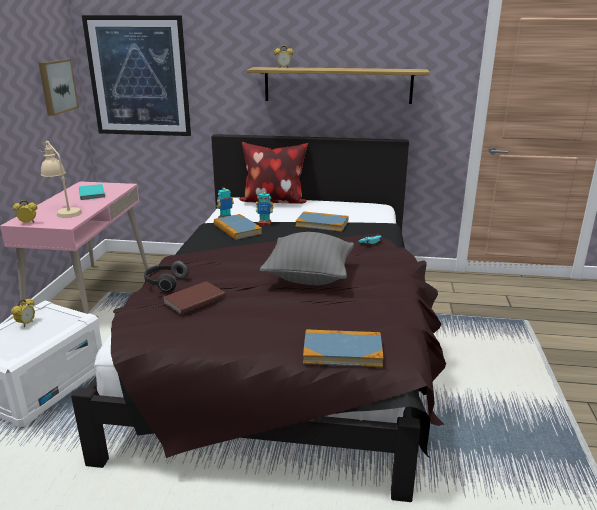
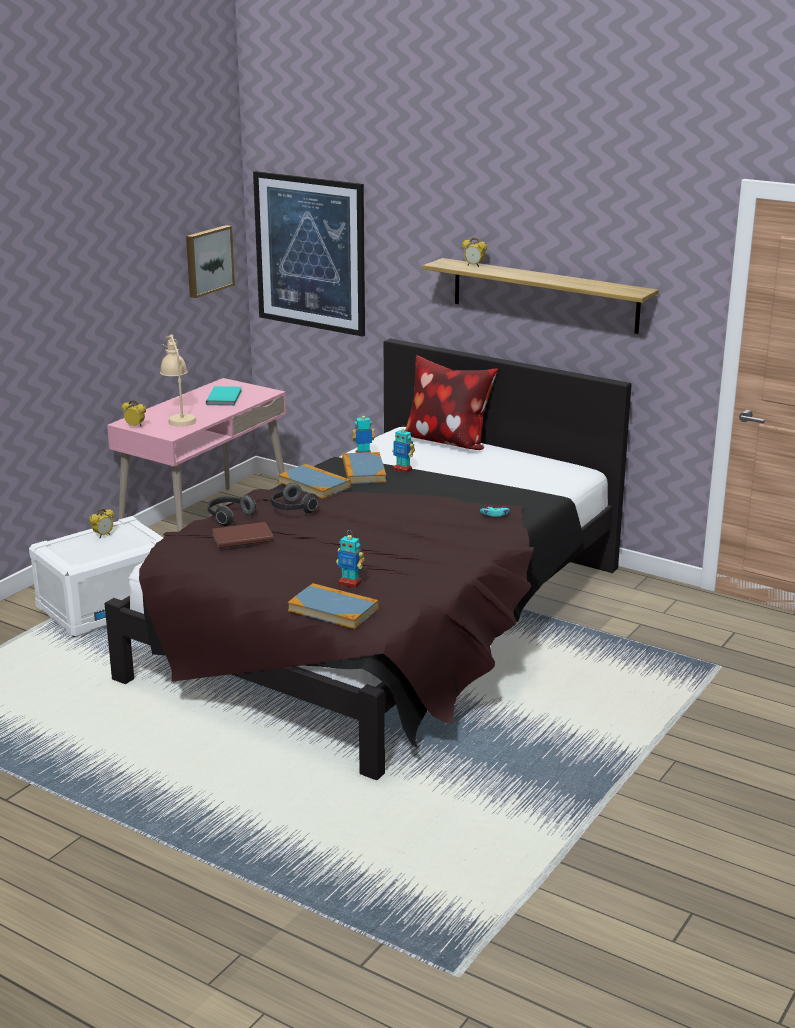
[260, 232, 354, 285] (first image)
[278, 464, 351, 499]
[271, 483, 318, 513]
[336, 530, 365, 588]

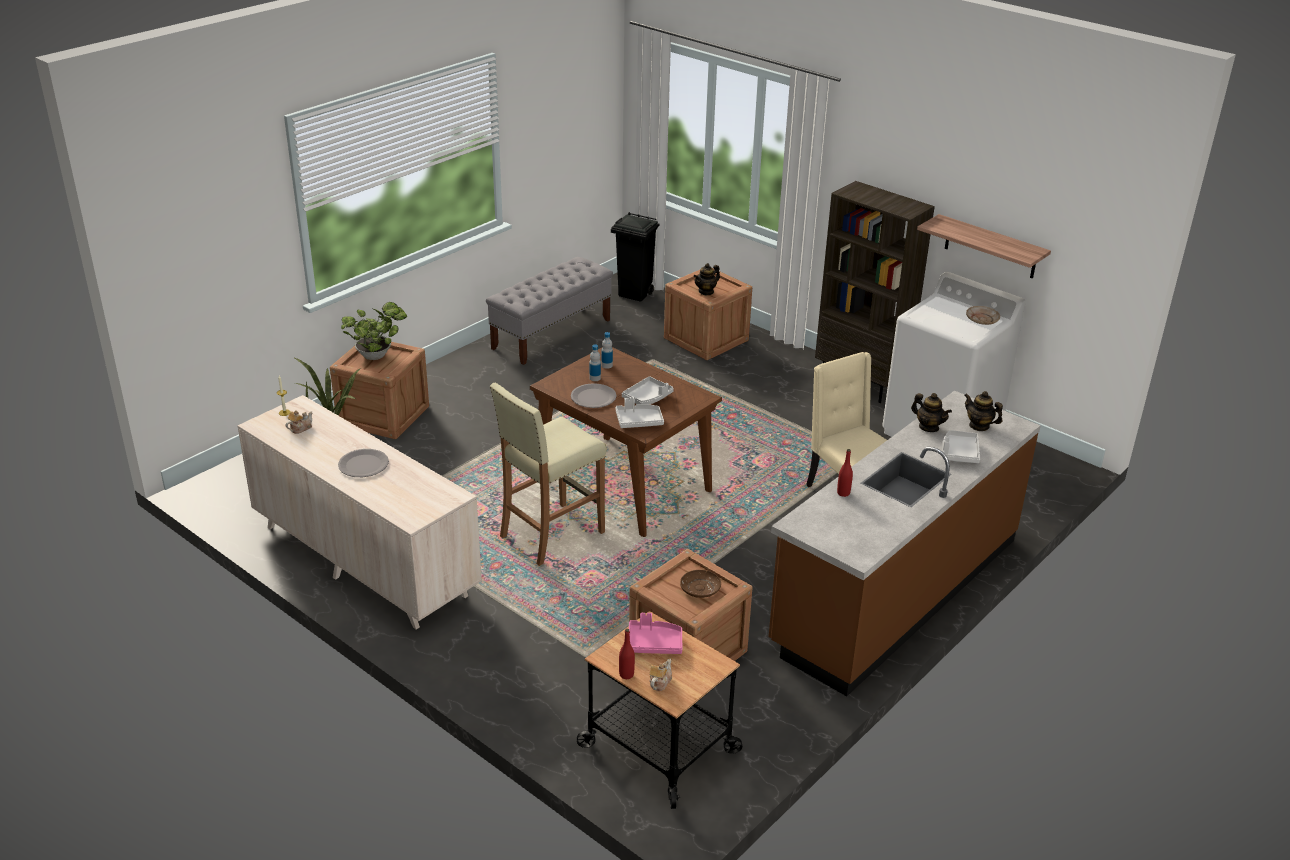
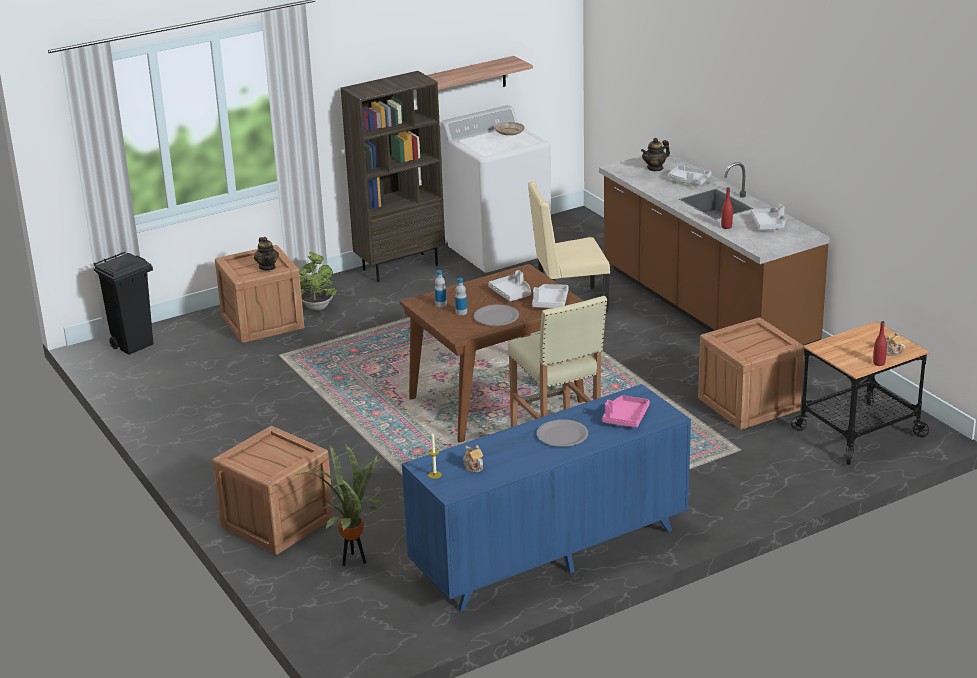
[402, 384, 691, 612]
[299, 252, 337, 311]
[486, 257, 613, 365] (first image)
[602, 395, 650, 428]
[680, 570, 721, 598] (first image)
[911, 393, 952, 432] (first image)
[751, 204, 786, 230]

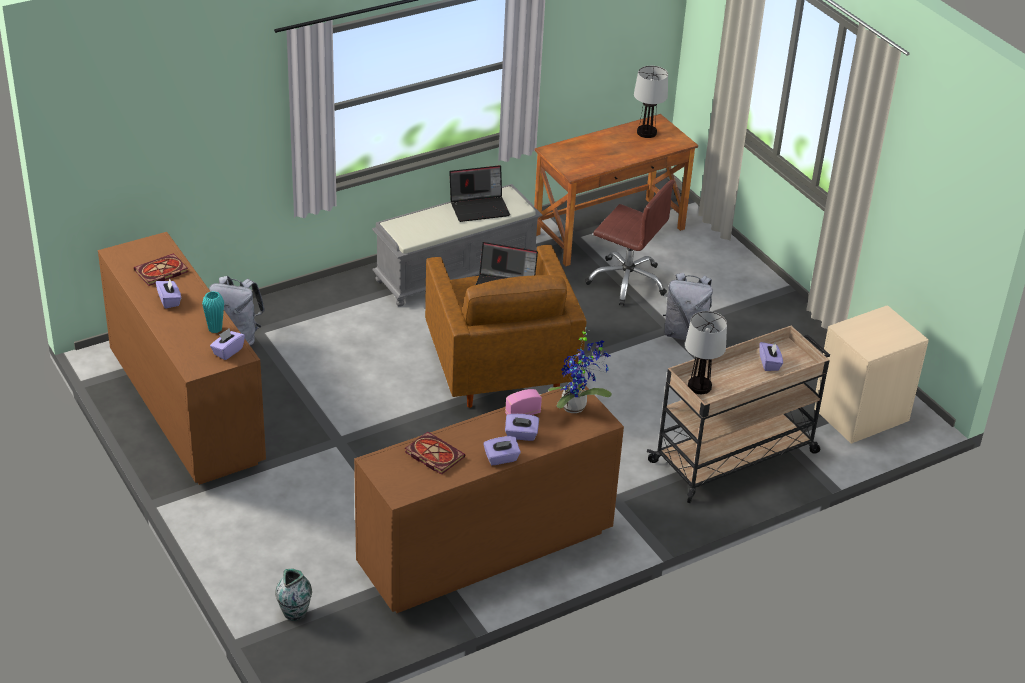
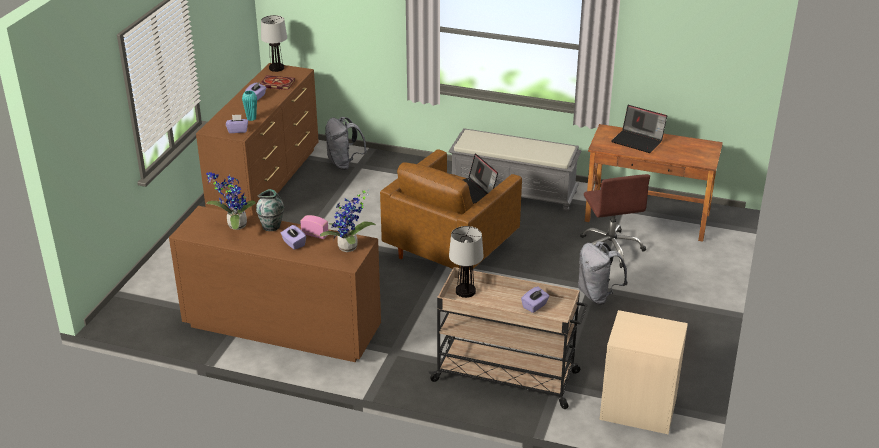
[256, 189, 284, 231]
[206, 172, 256, 230]
[612, 105, 667, 153]
[483, 436, 521, 465] (first image)
[261, 15, 287, 72]

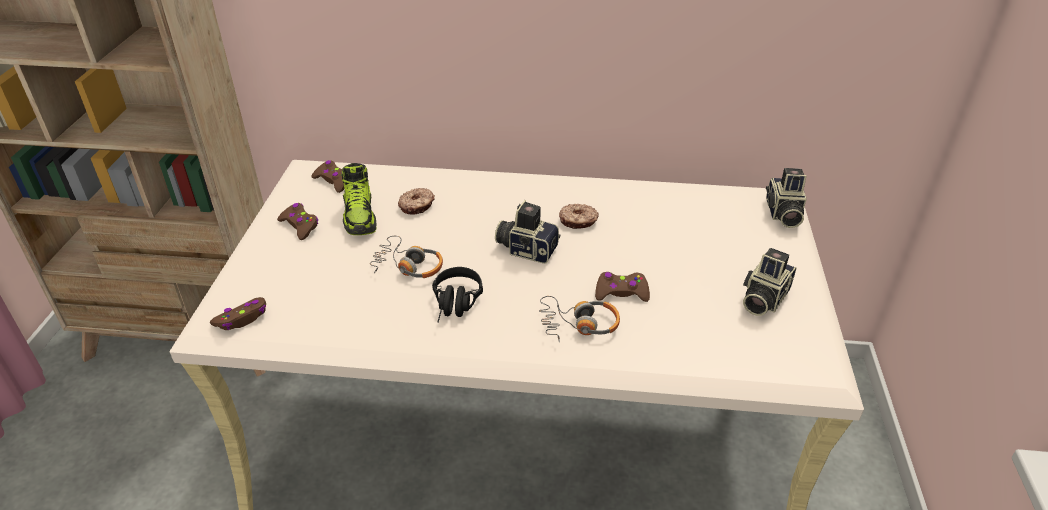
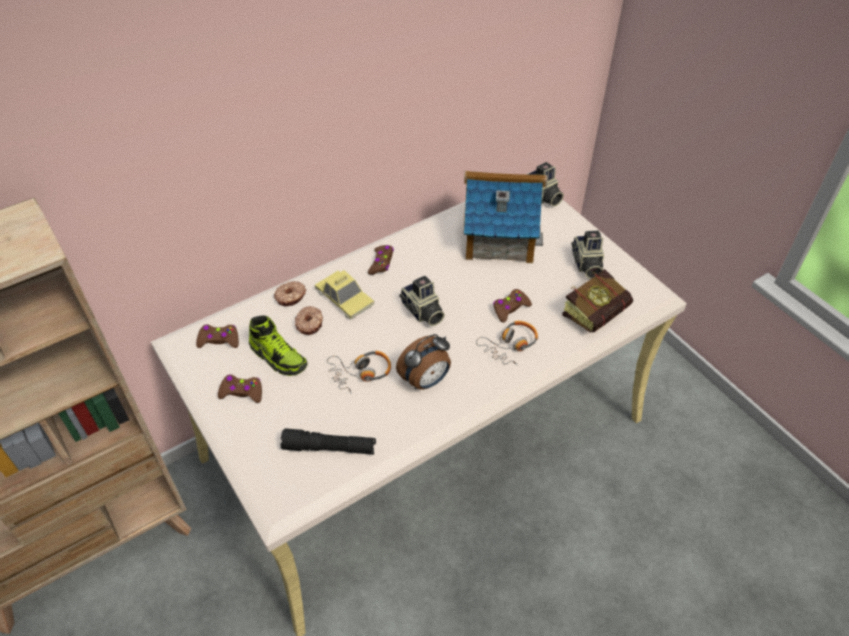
[368, 245, 394, 275]
[396, 334, 451, 390]
[399, 276, 445, 326]
[274, 281, 306, 306]
[280, 428, 376, 454]
[315, 270, 374, 319]
[463, 171, 547, 263]
[562, 269, 633, 332]

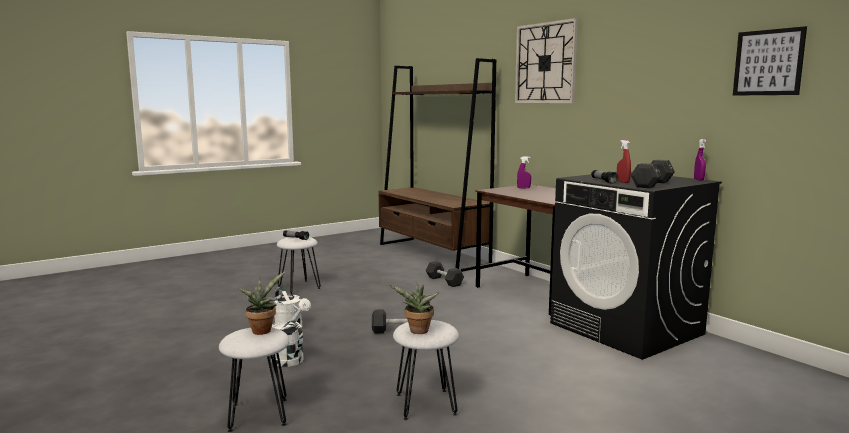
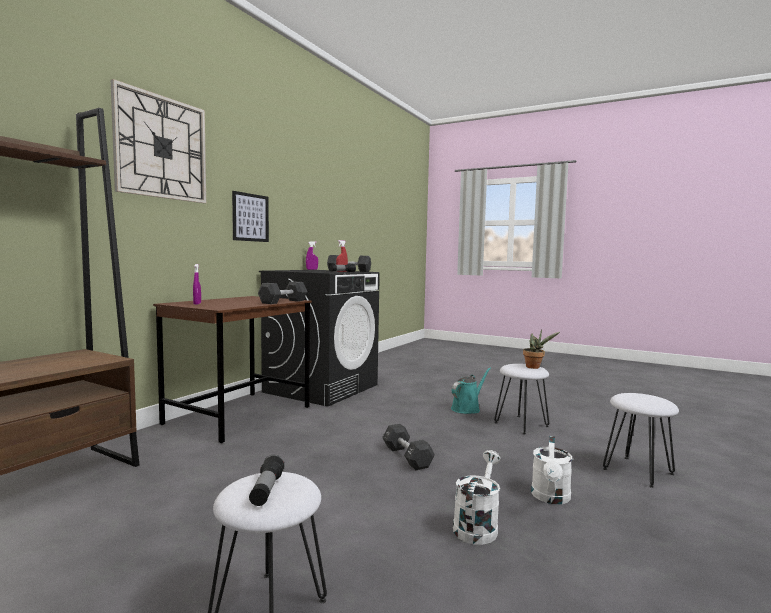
[238, 271, 285, 335] (first image)
[258, 282, 307, 304]
[232, 191, 269, 242]
[451, 368, 491, 414]

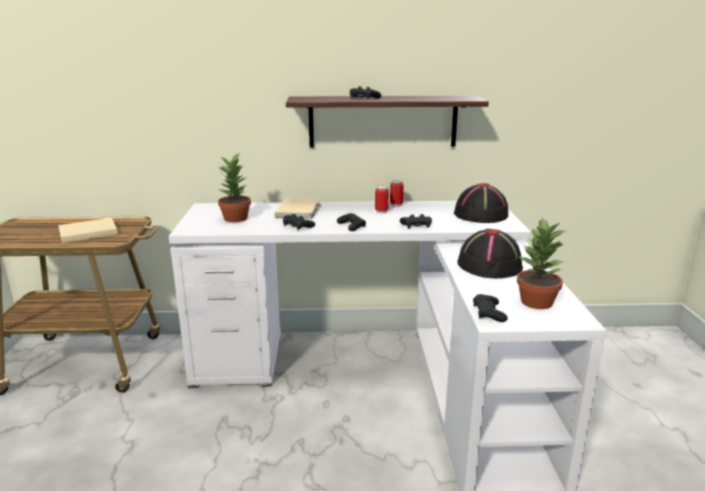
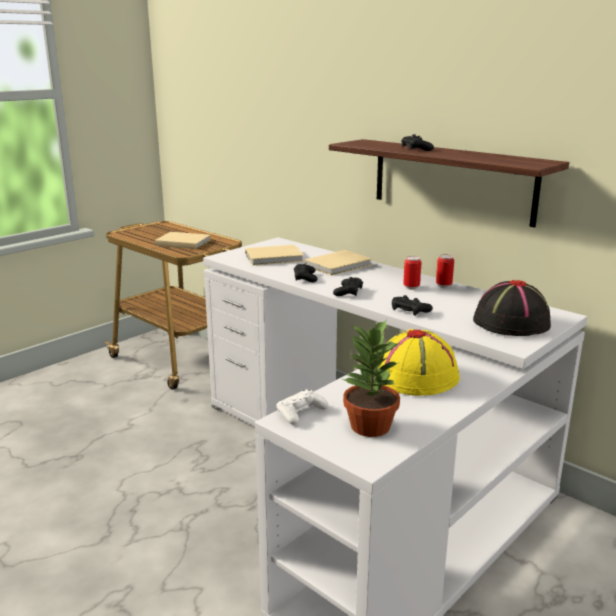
[245, 245, 304, 266]
[378, 329, 460, 396]
[276, 389, 329, 425]

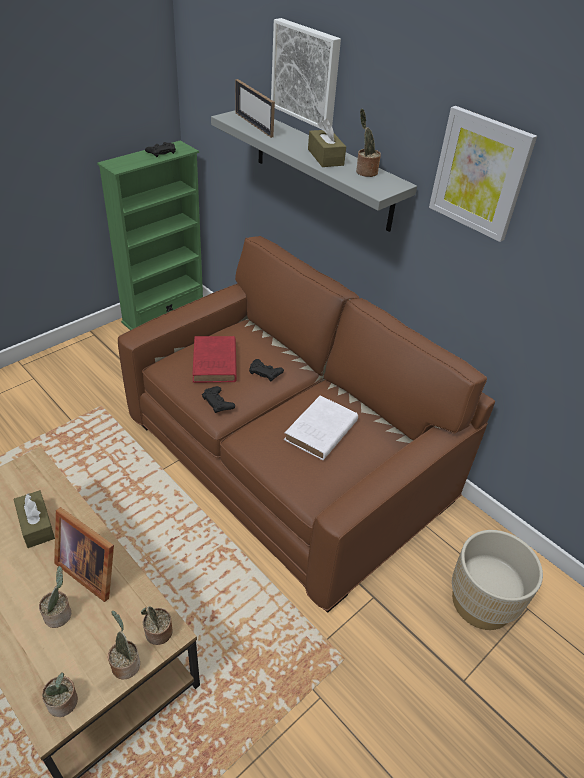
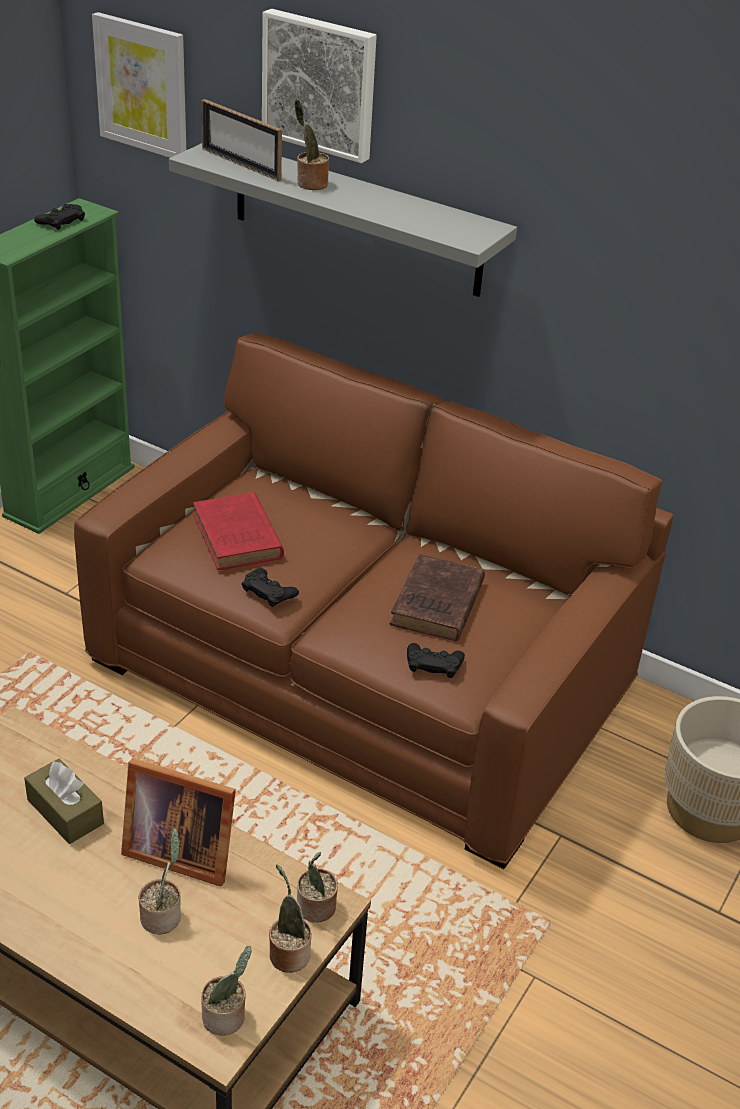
[407, 643, 465, 678]
[390, 554, 485, 641]
[308, 119, 346, 167] (first image)
[295, 99, 329, 190]
[92, 12, 186, 158]

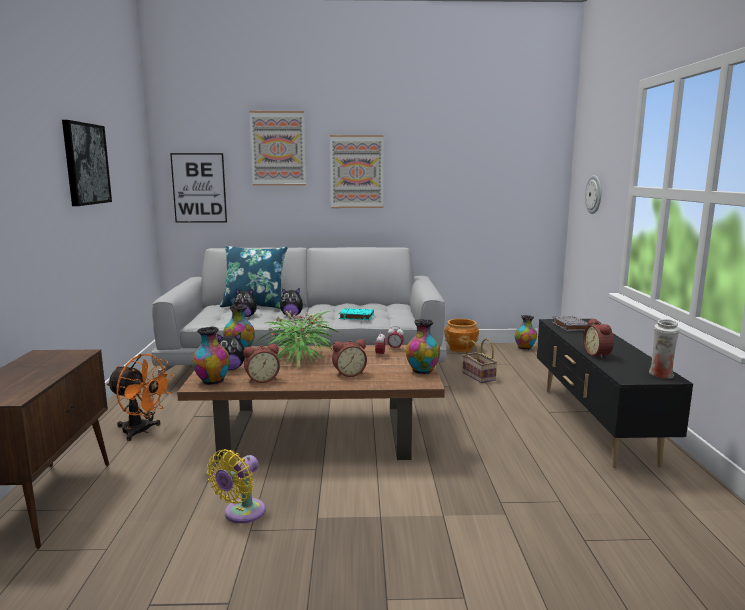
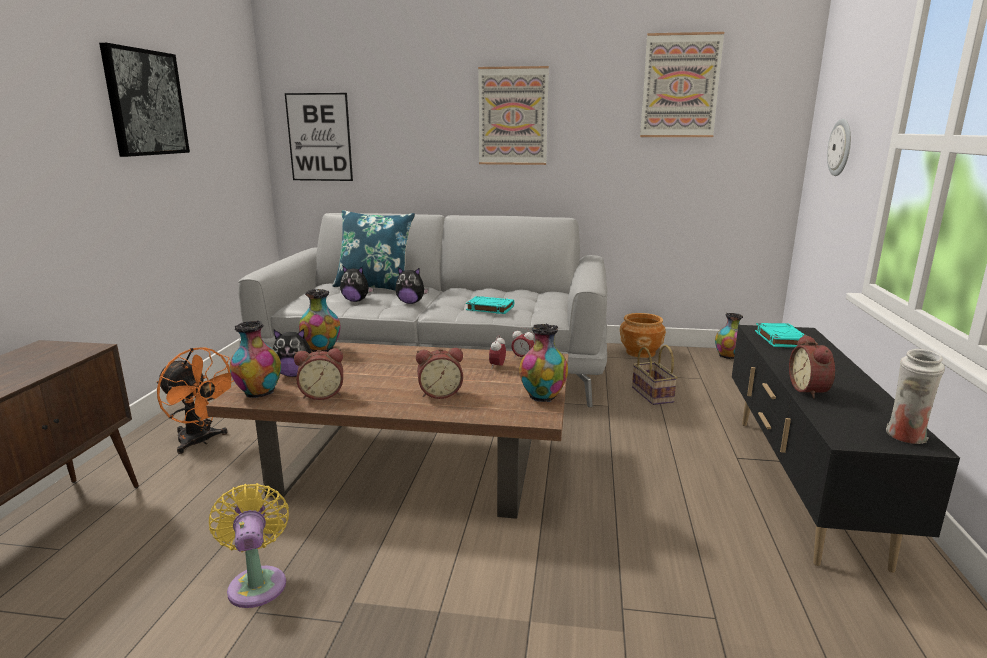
[209, 483, 289, 608]
[640, 32, 724, 137]
[252, 311, 340, 367] (first image)
[755, 323, 807, 347]

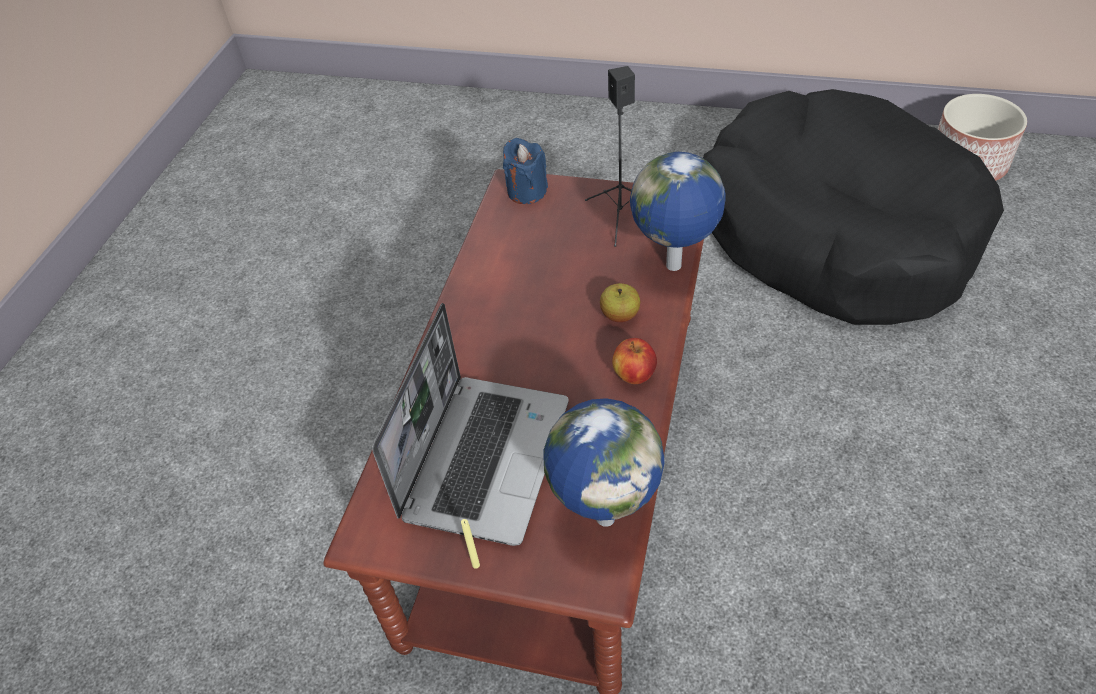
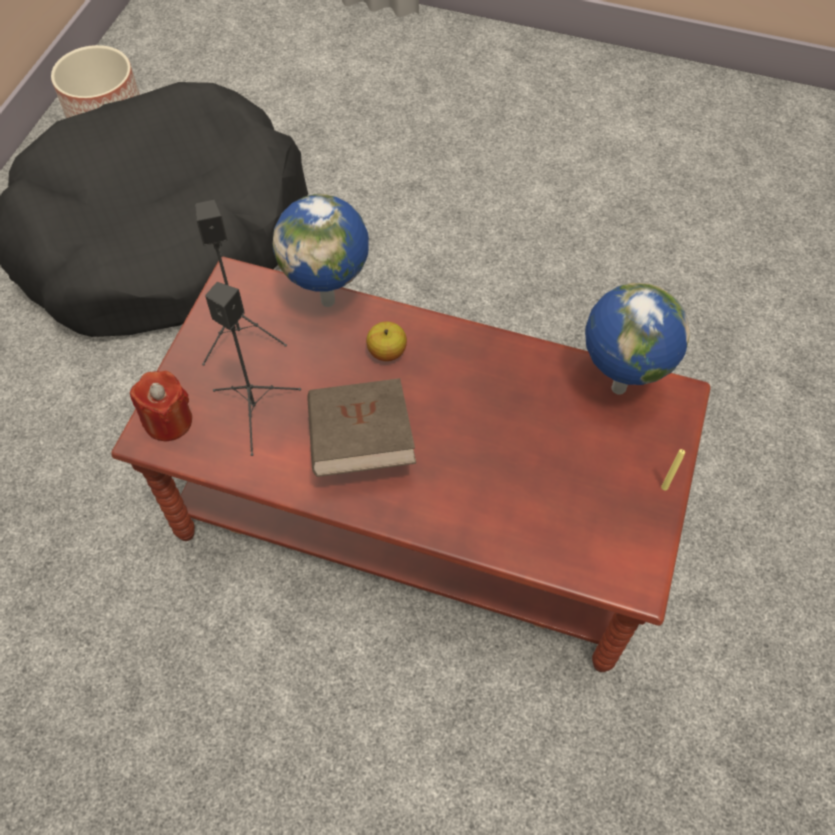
[372, 303, 569, 546] (first image)
[130, 371, 192, 441]
[612, 338, 657, 384] (first image)
[205, 282, 301, 456]
[307, 378, 416, 477]

